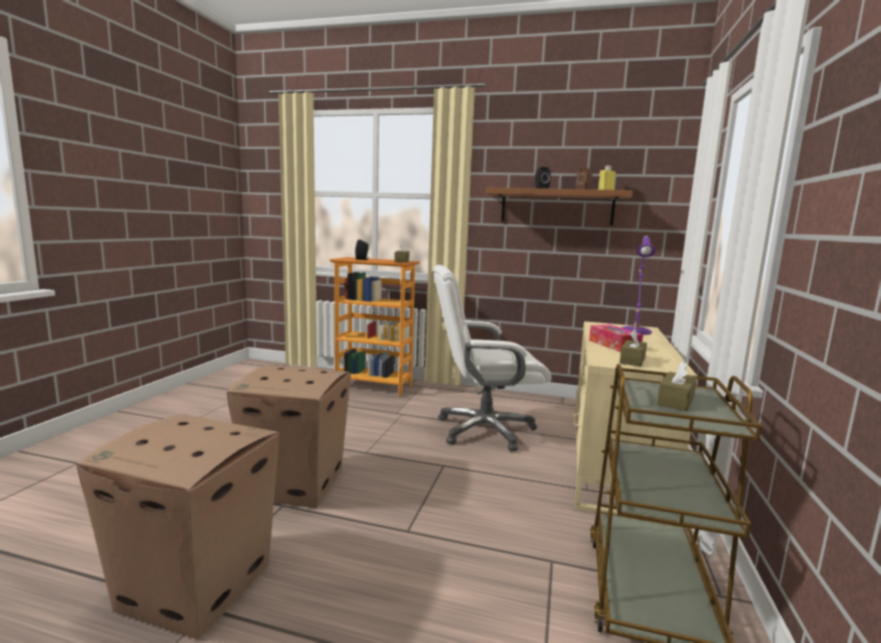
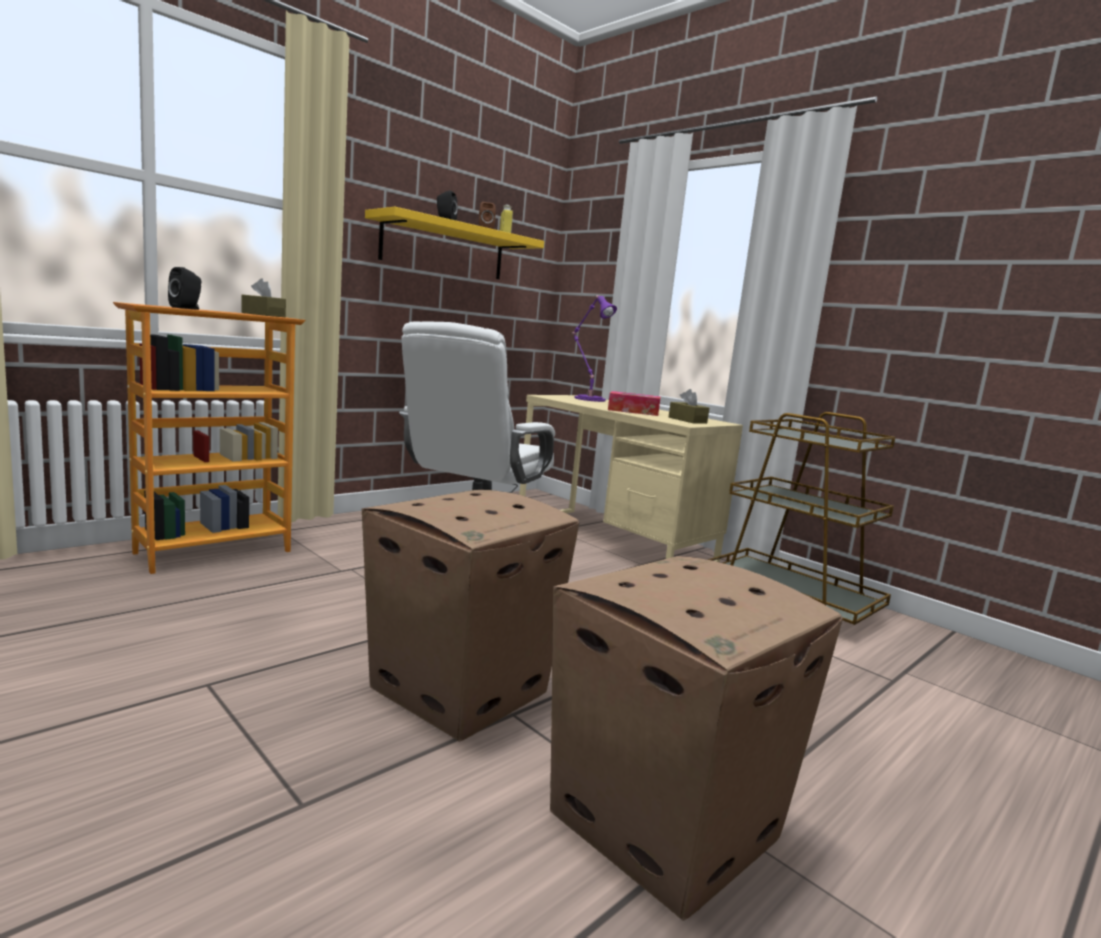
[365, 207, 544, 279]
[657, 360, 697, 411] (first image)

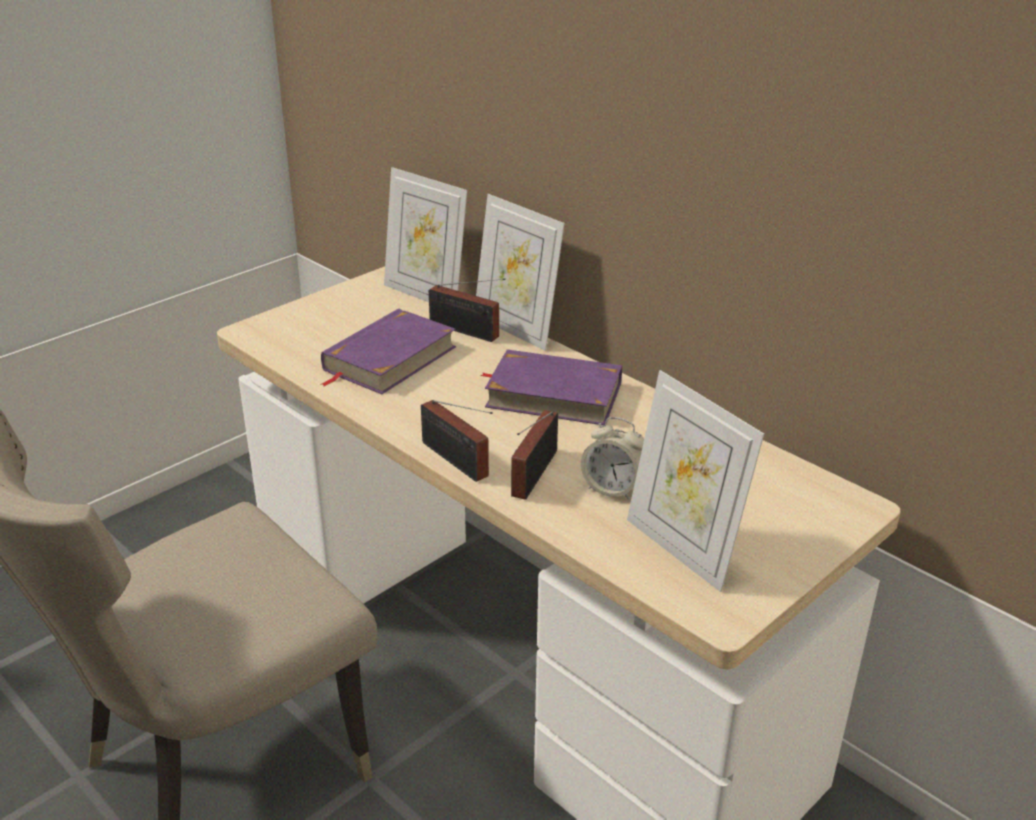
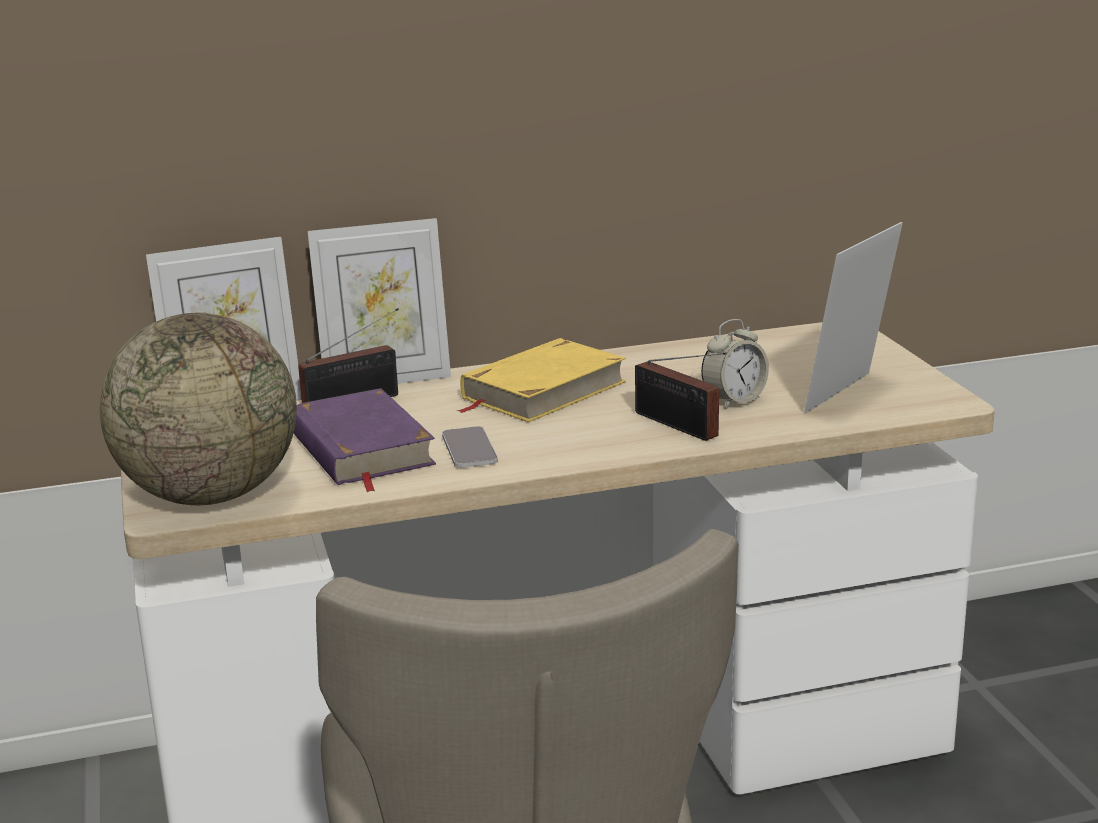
[421, 400, 493, 482] (first image)
[458, 338, 626, 422]
[804, 222, 903, 414]
[100, 313, 297, 505]
[442, 426, 498, 468]

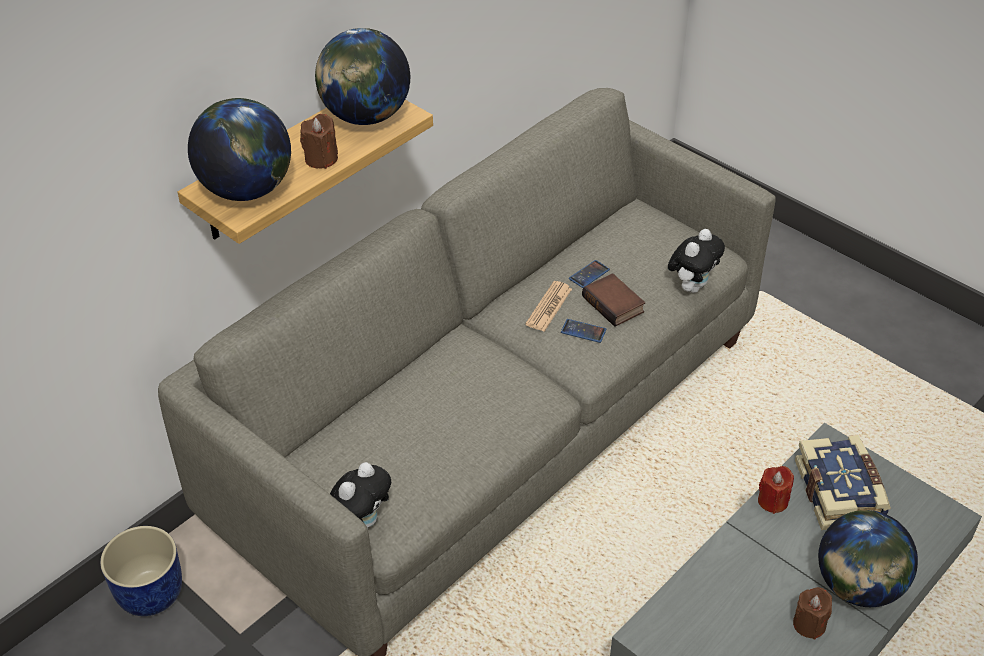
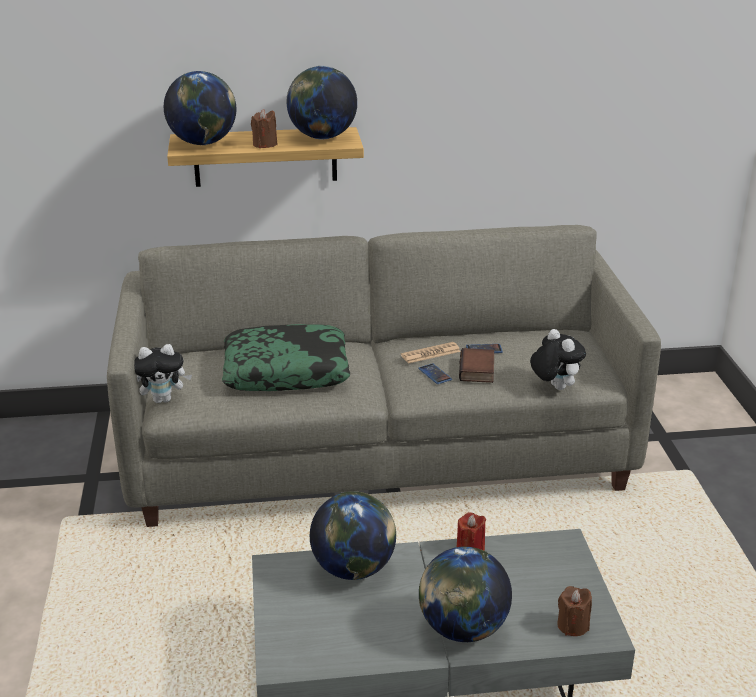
[100, 526, 182, 616] (first image)
[530, 329, 586, 390]
[557, 586, 592, 636]
[795, 435, 891, 530] (first image)
[222, 324, 350, 391]
[310, 491, 396, 580]

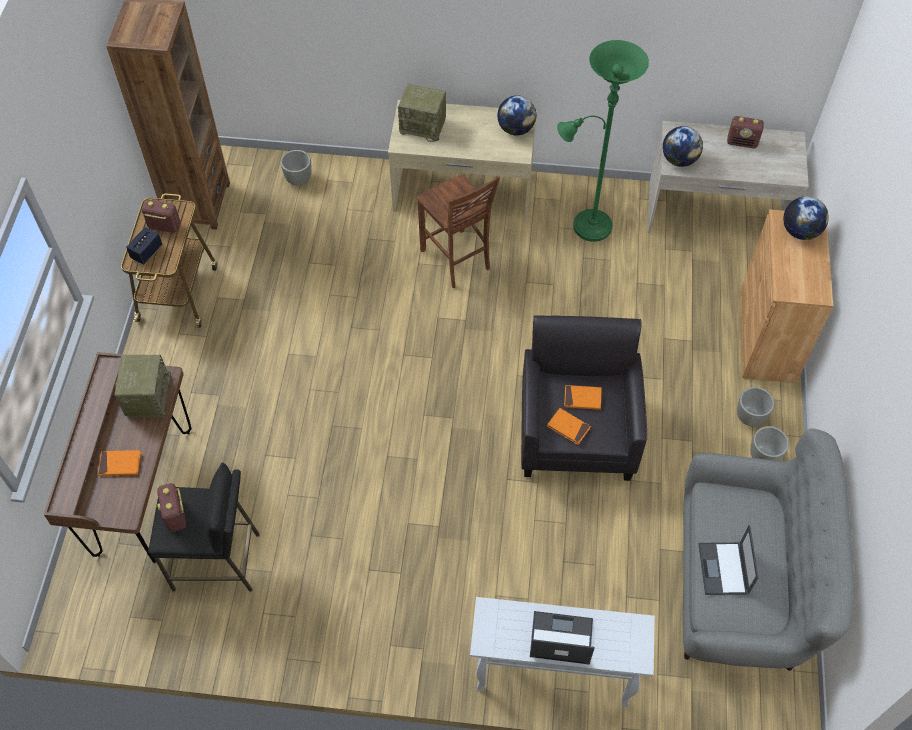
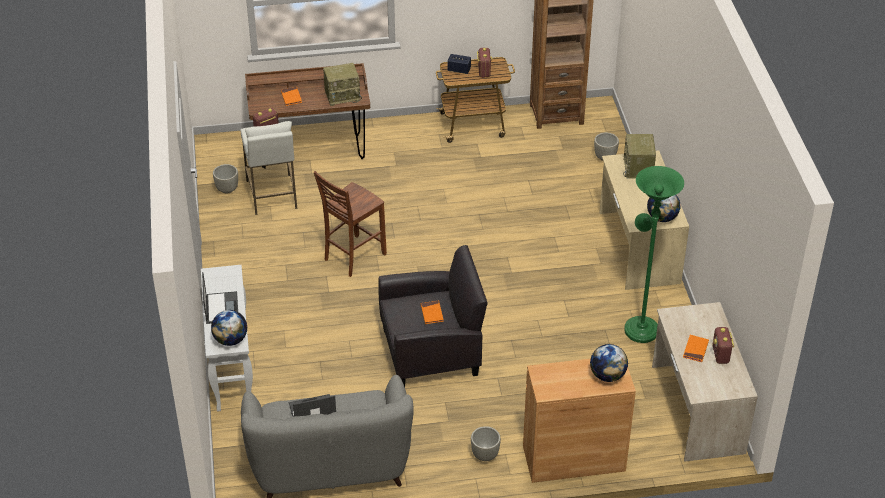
[240, 121, 297, 215]
[314, 171, 387, 277]
[683, 335, 709, 362]
[211, 310, 247, 346]
[213, 164, 238, 194]

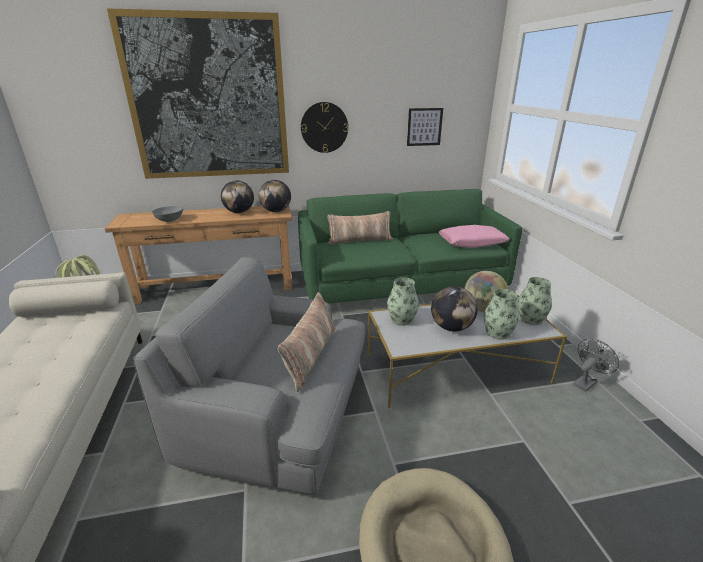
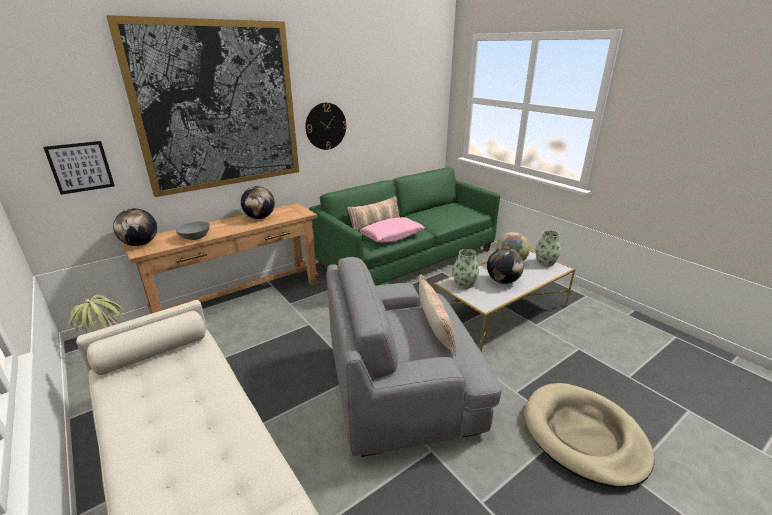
[113, 208, 157, 246]
[43, 141, 115, 195]
[360, 217, 425, 243]
[484, 289, 519, 340] (first image)
[573, 339, 619, 392] (first image)

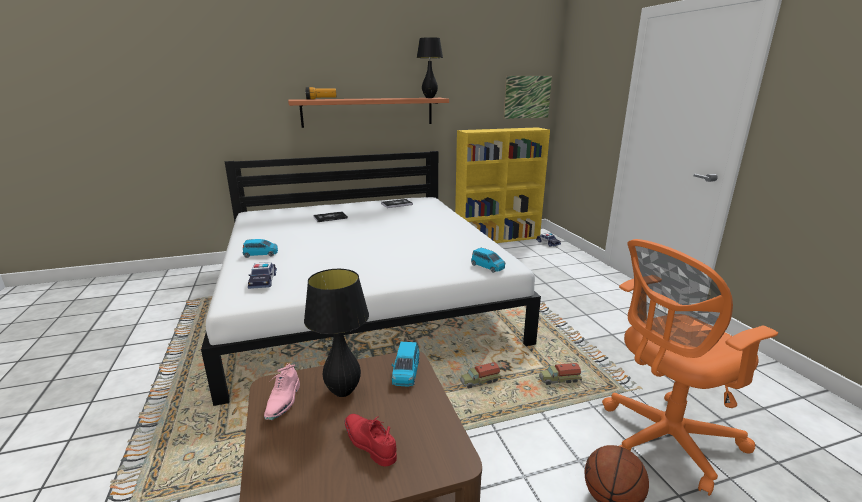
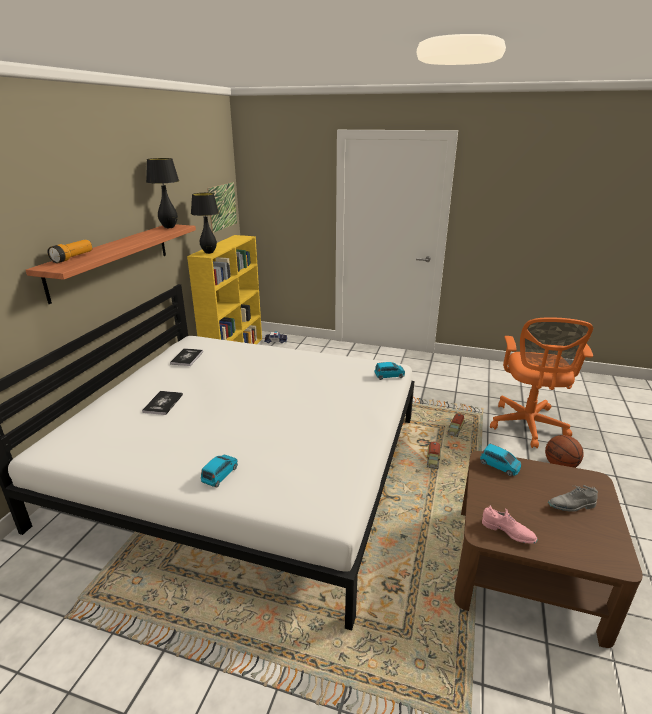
[248, 262, 277, 289] (first image)
[191, 193, 219, 254]
[548, 485, 598, 512]

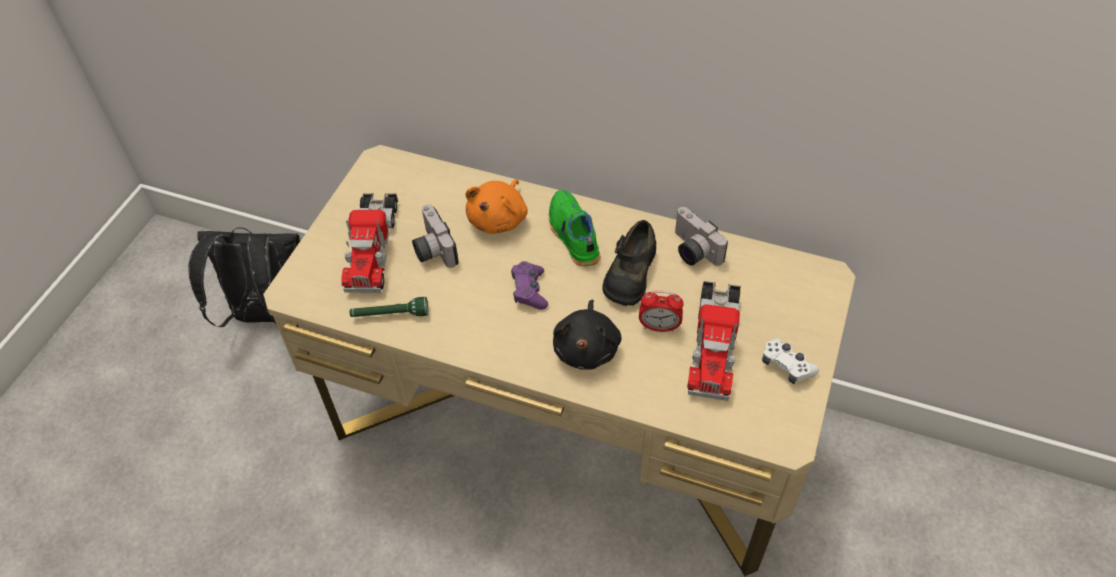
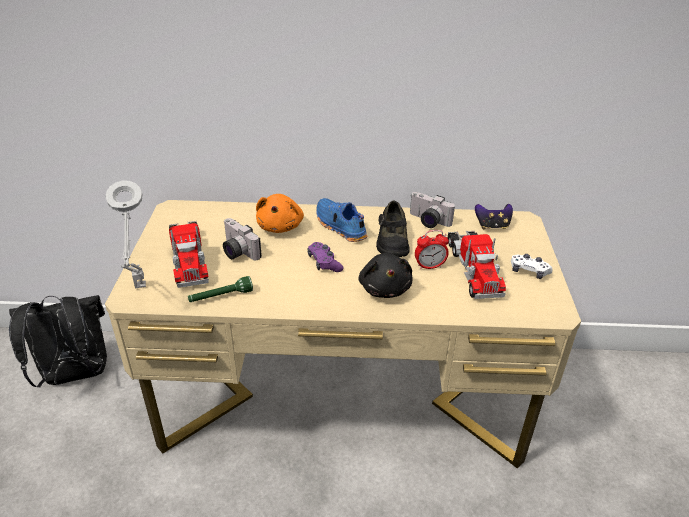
[316, 198, 367, 242]
[105, 180, 146, 289]
[475, 204, 513, 229]

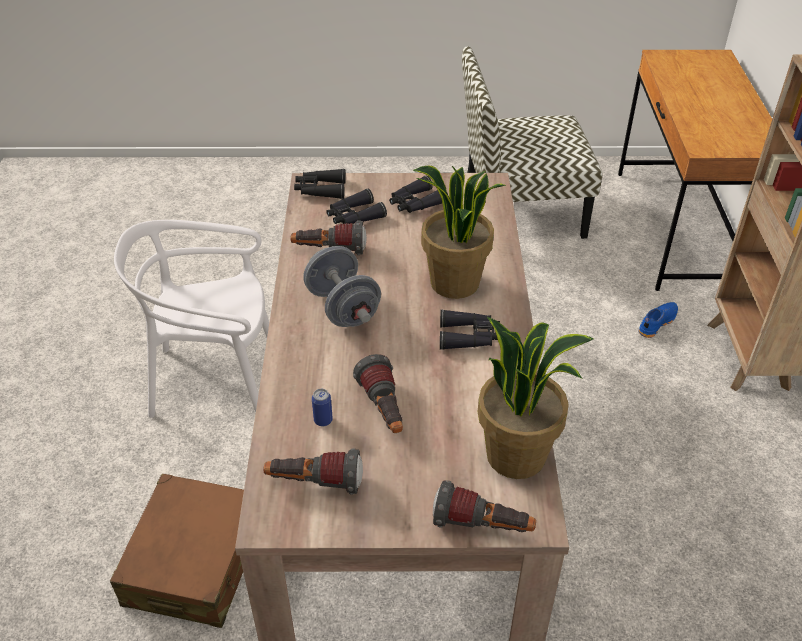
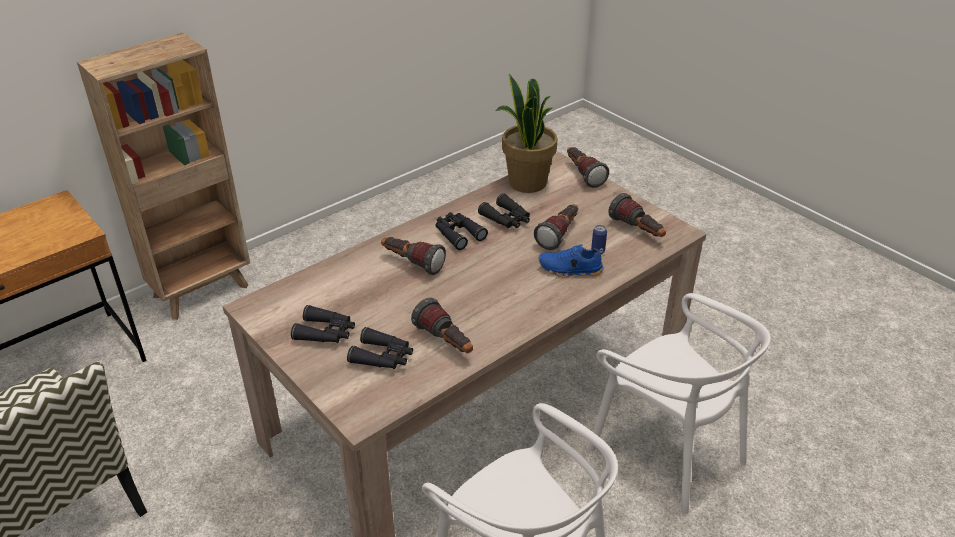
[588, 293, 771, 514]
[478, 193, 530, 228]
[303, 246, 381, 327] (first image)
[381, 237, 446, 275]
[539, 244, 604, 277]

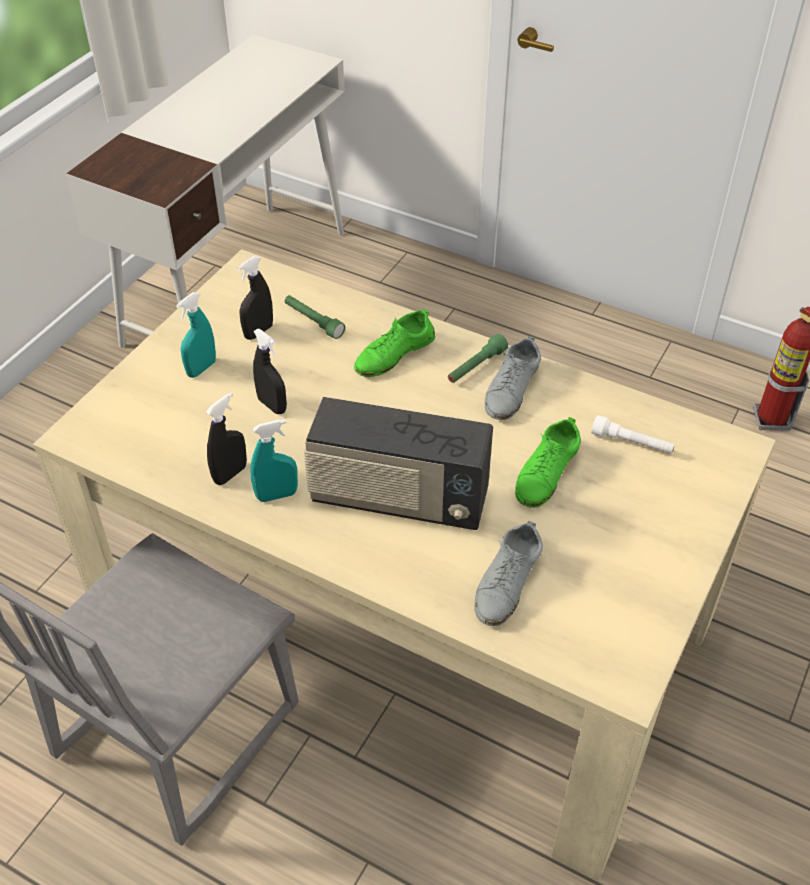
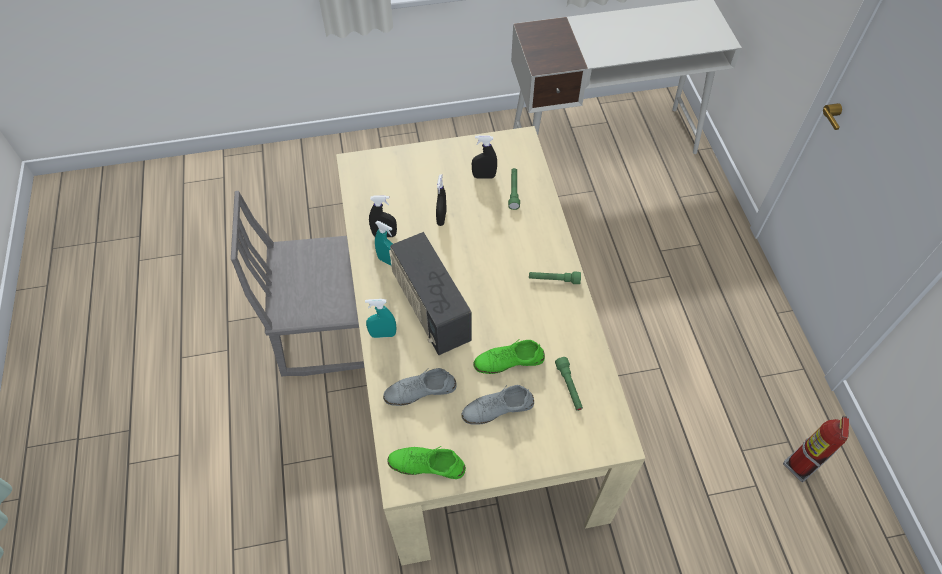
[365, 299, 397, 338]
[387, 446, 466, 479]
[462, 385, 534, 425]
[555, 357, 583, 411]

